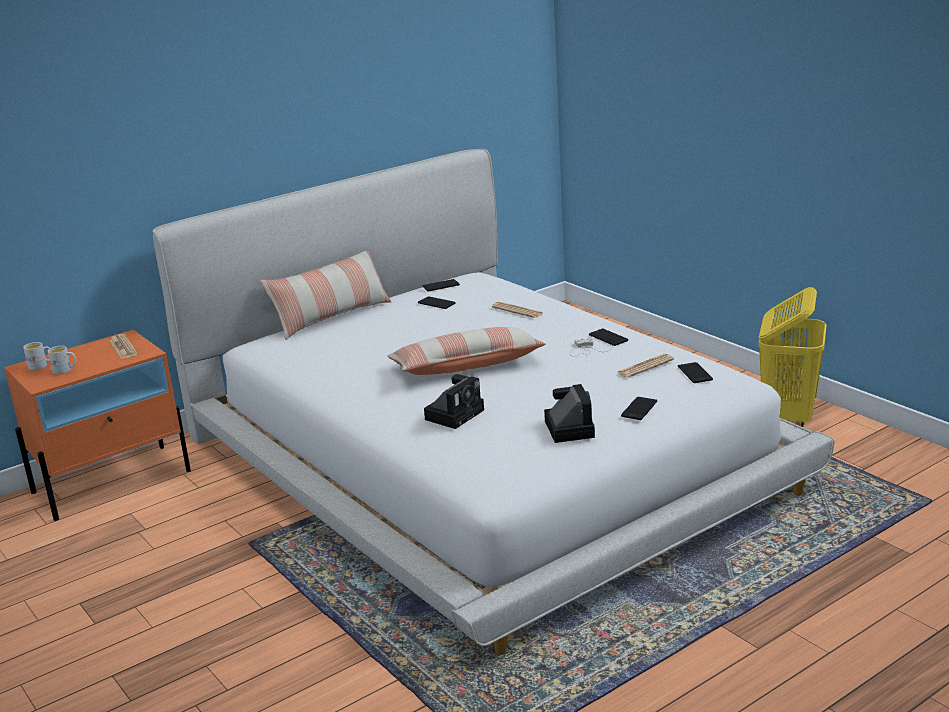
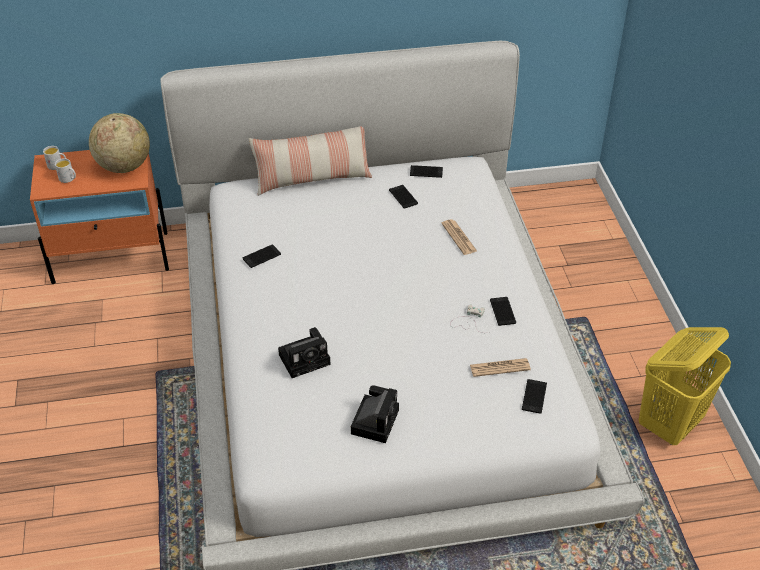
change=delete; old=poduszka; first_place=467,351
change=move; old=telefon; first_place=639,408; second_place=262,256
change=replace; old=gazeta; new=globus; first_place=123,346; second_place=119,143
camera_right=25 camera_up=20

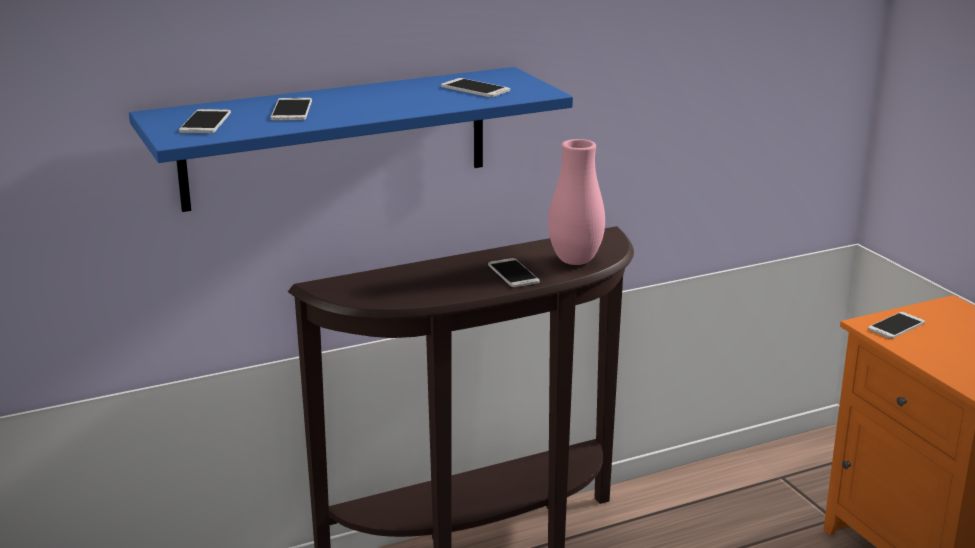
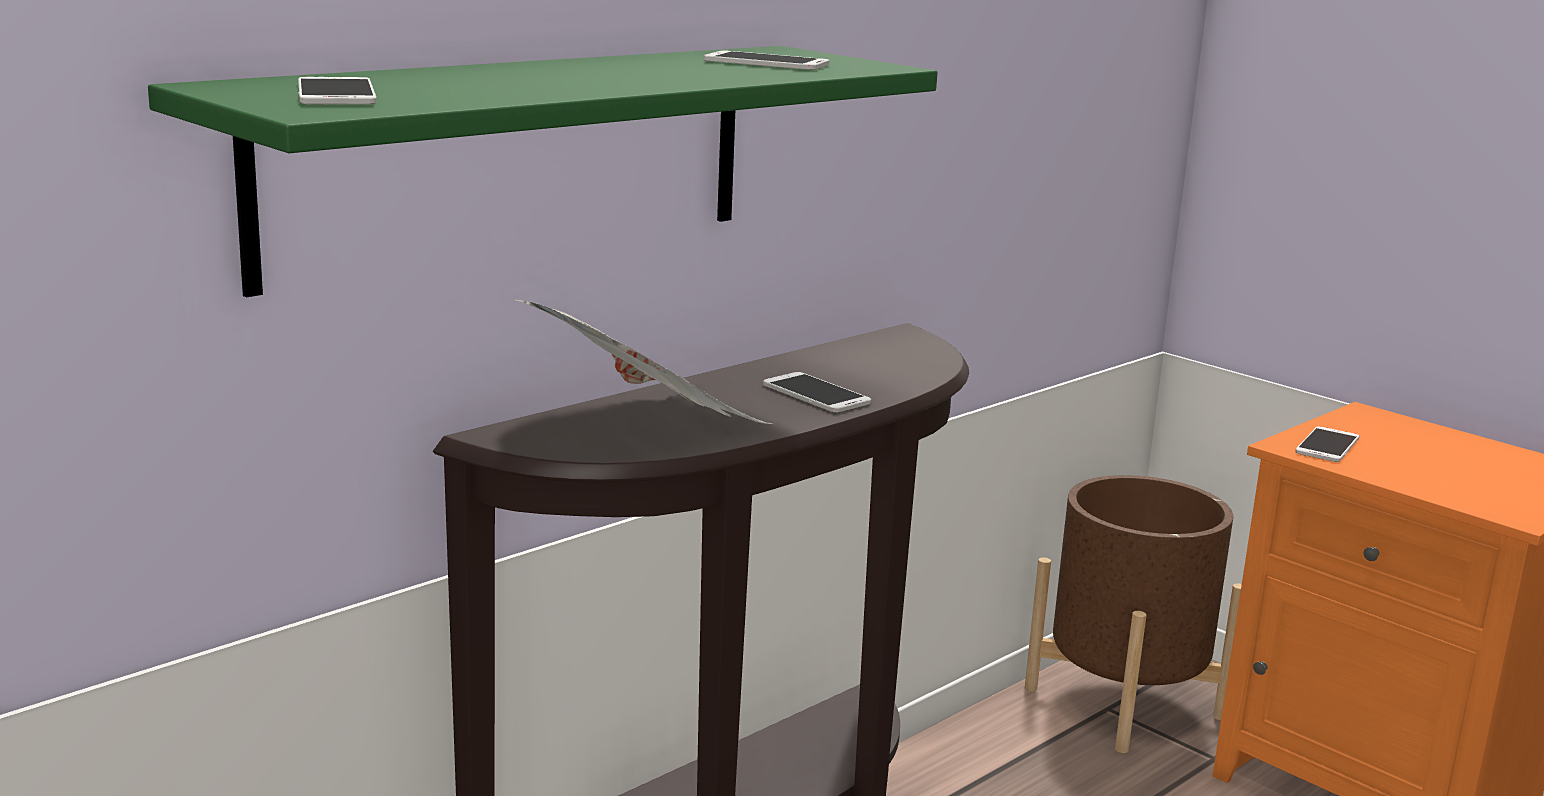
change=delete; old=telefon; first_place=291,109
change=delete; old=wazon (różowy); first_place=576,202
change=insert; new=gazeta; second_place=644,362
change=insert; new=donica (brązowy); second_place=1133,614
change=recolor; old=półka (niebieski); new=półka (zielony); first_place=351,139; second_place=543,171
camera_right=-20 camera_up=-5

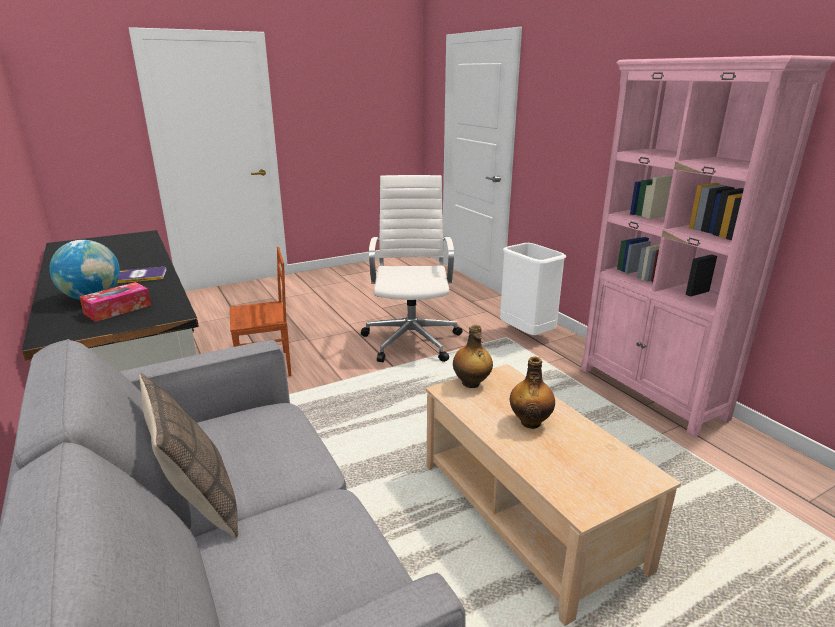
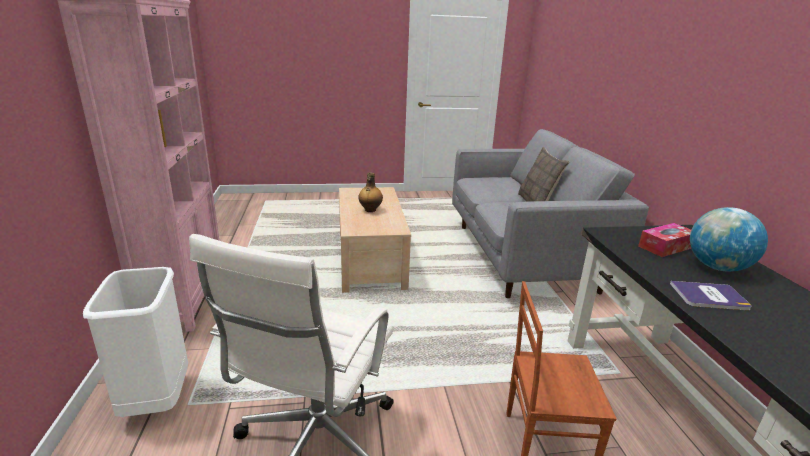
change=delete; old=butelka; first_place=473,356
camera_right=-160 camera_up=0

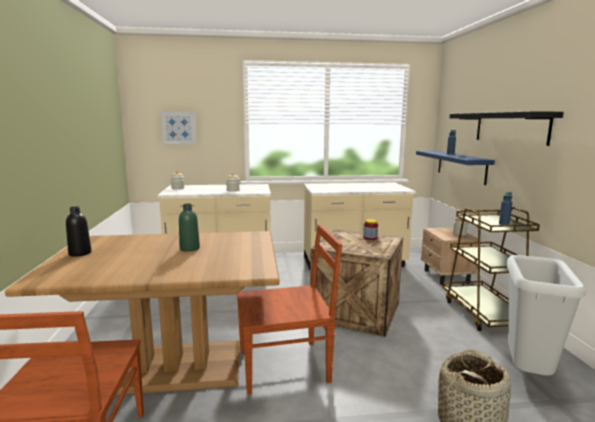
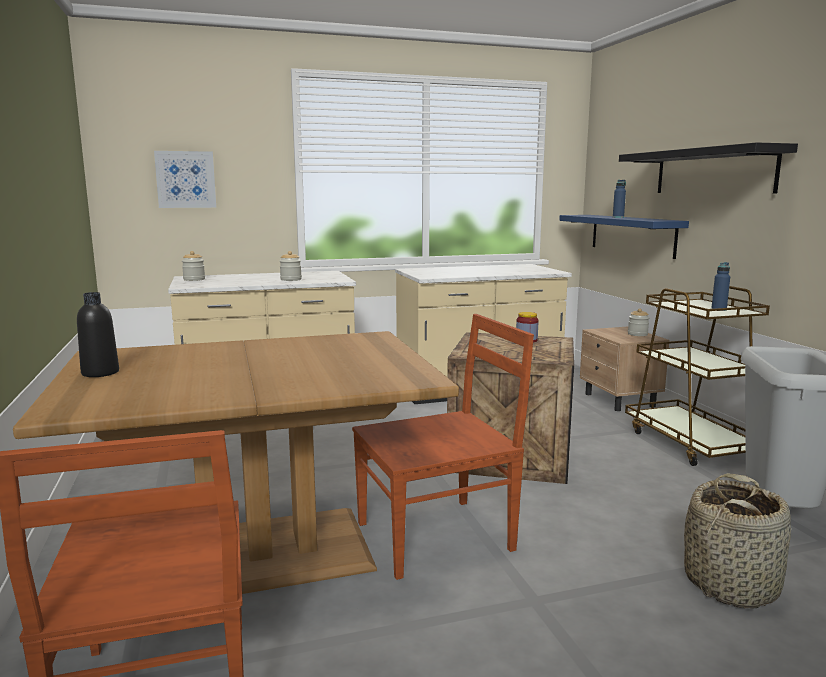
change=delete; old=butelka (zielony); first_place=189,228
camera_right=-10 camera_up=0

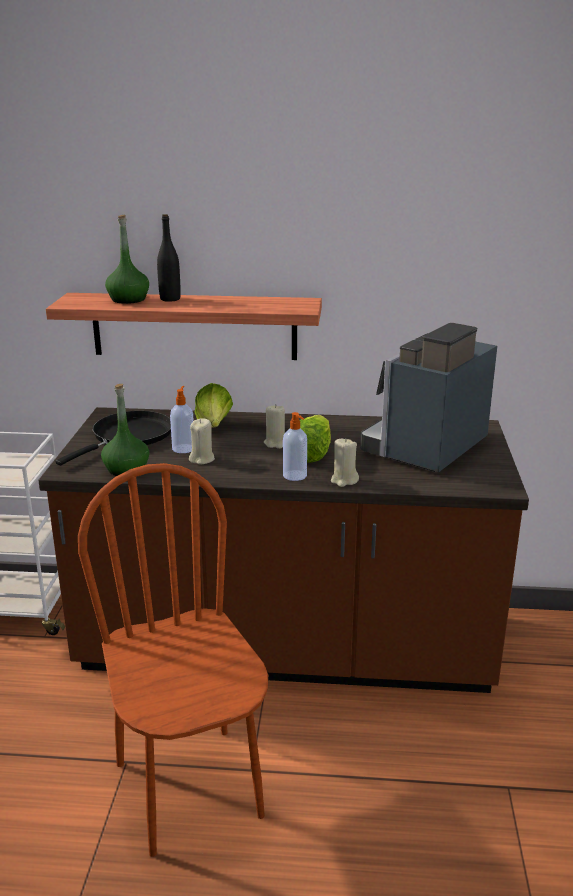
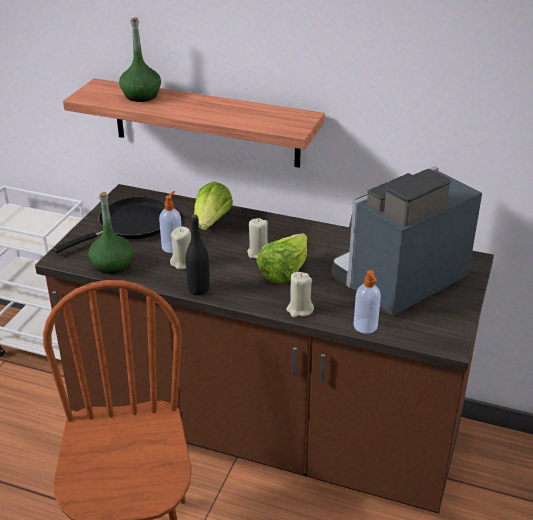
change=move; old=butelka (czarny); first_place=169,258; second_place=198,255
change=move; old=dozownik mydła; first_place=295,446; second_place=367,302
camera_right=15 camera_up=10

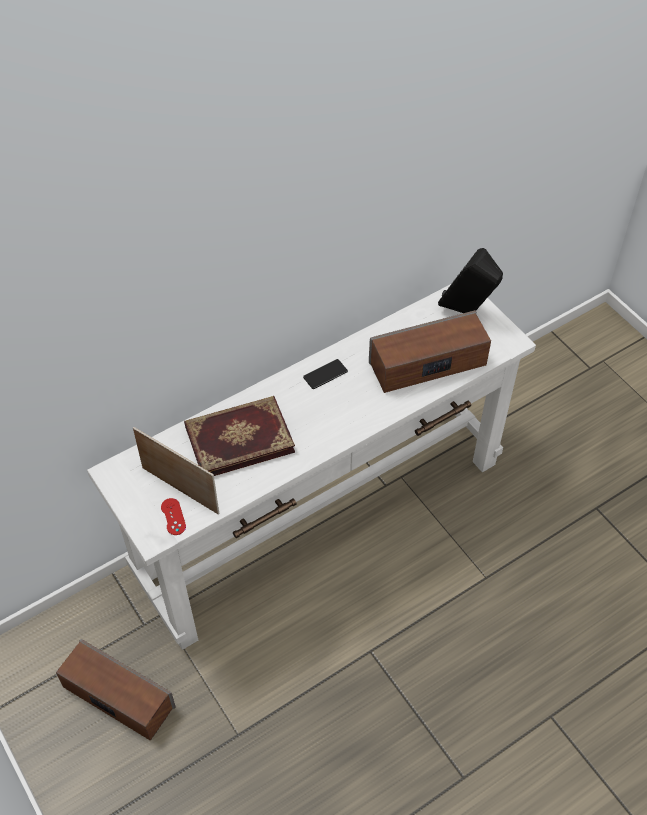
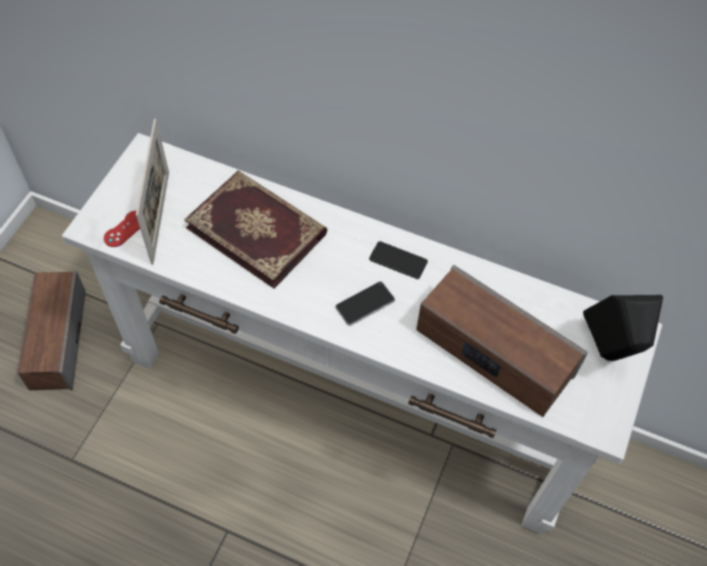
change=insert; new=telefon; second_place=365,304
camera_right=55 camera_up=5

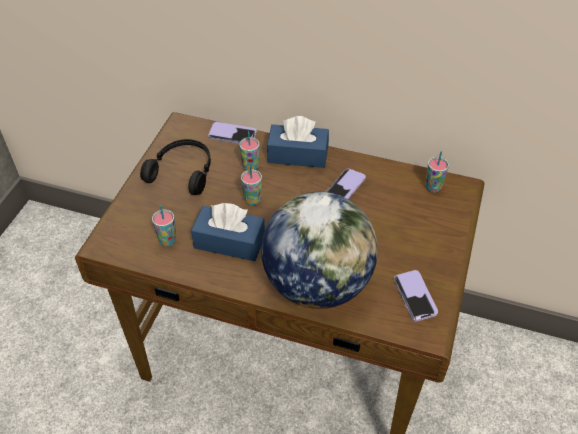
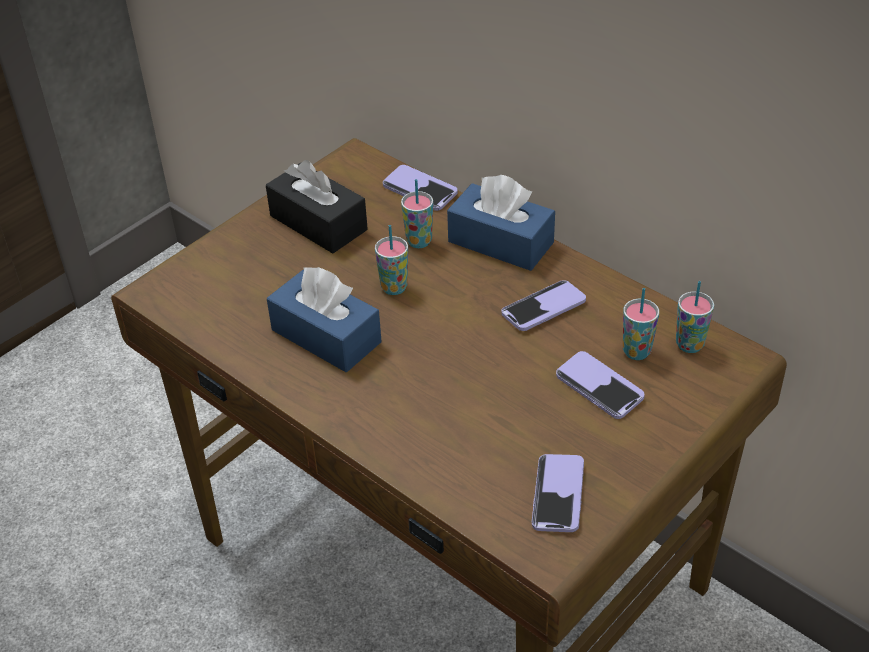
change=delete; old=globus; first_place=319,250
change=insert; new=telefon; second_place=600,385
change=move; old=filiżanka; first_place=164,225; second_place=641,324
change=replace; old=słuchawki (czarny); new=pudełko chusteczek (czarny); first_place=175,167; second_place=317,206
camera_right=25 camera_up=-5

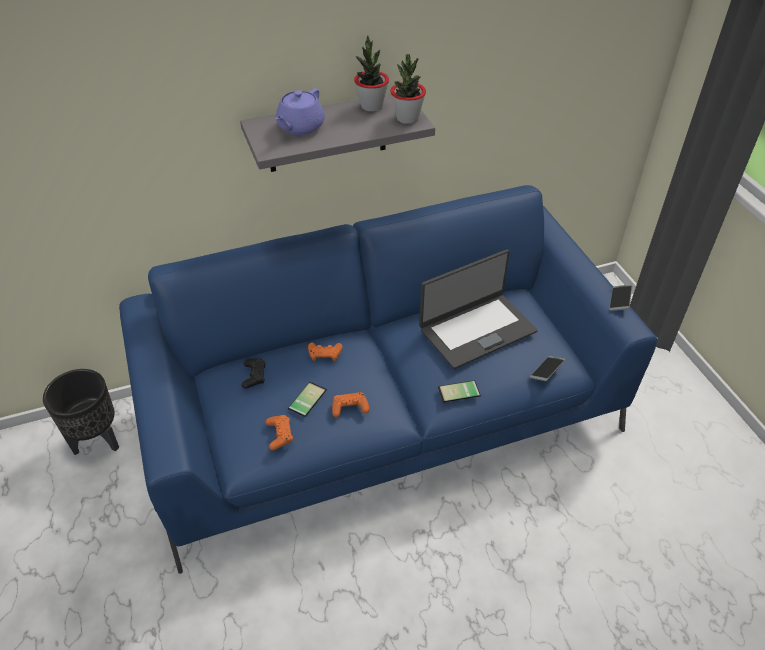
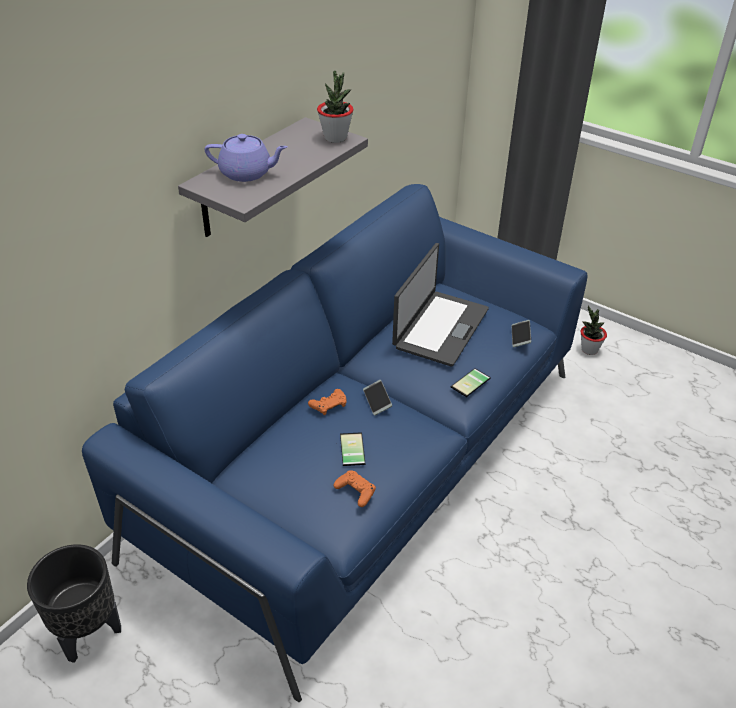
change=delete; old=pad do gier (czarny); first_place=254,373
change=delete; old=pad do gier (pomarańczowy); first_place=350,404
change=move; old=roślina doniczkowa; first_place=371,73; second_place=594,330
change=move; old=telefon; first_place=620,297; second_place=377,398
change=rotate; old=imbryk (fioletowy); first_place=300,111; second_place=246,158; degrees=-75
camera_right=-35 camera_up=-5

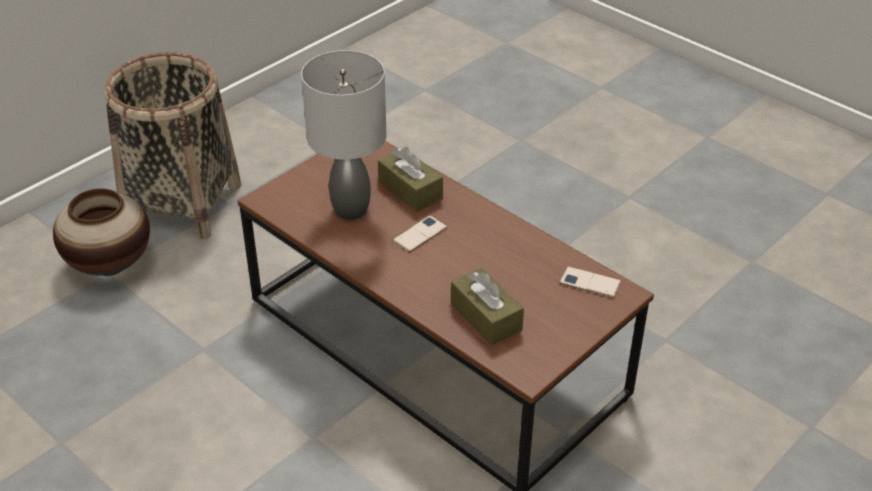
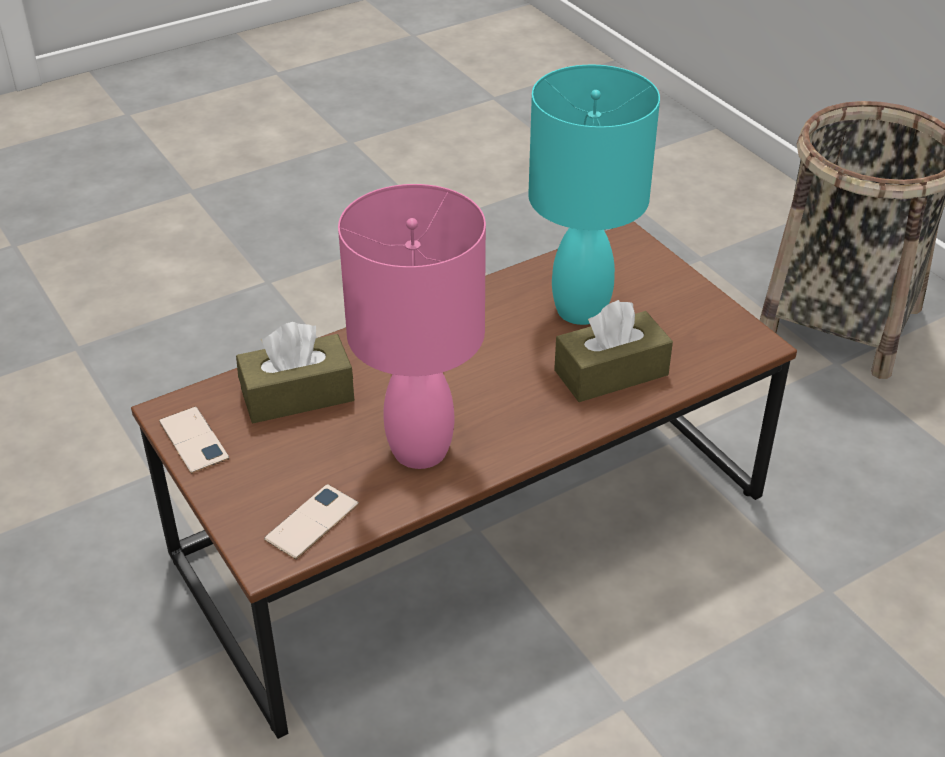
change=delete; old=wazon; first_place=101,232
change=insert; new=lampa stołowa (różowy); second_place=412,326
change=move; old=telefon; first_place=419,234; second_place=194,440
change=recolor; old=lampa stołowa (szary); new=lampa stołowa (turkusowy); first_place=344,135; second_place=594,195
camera_right=105 camera_up=0

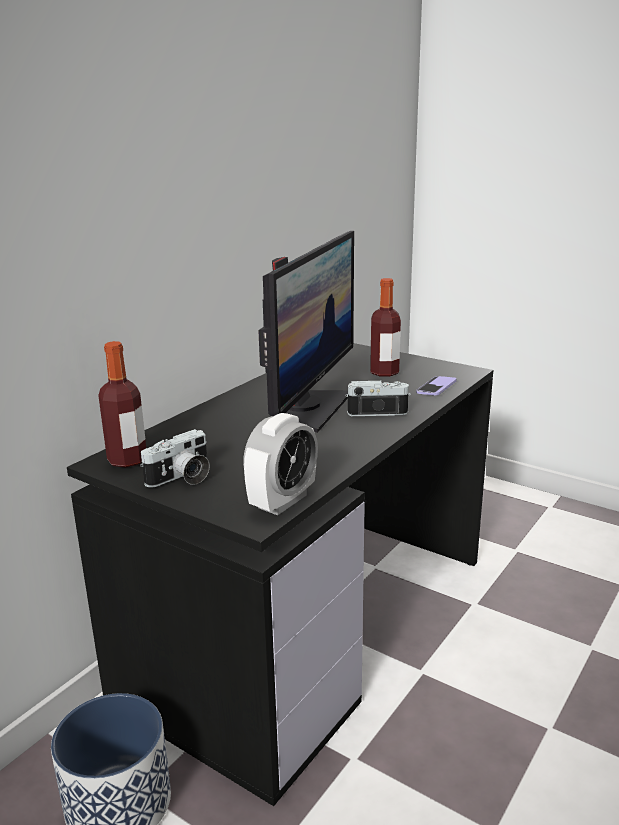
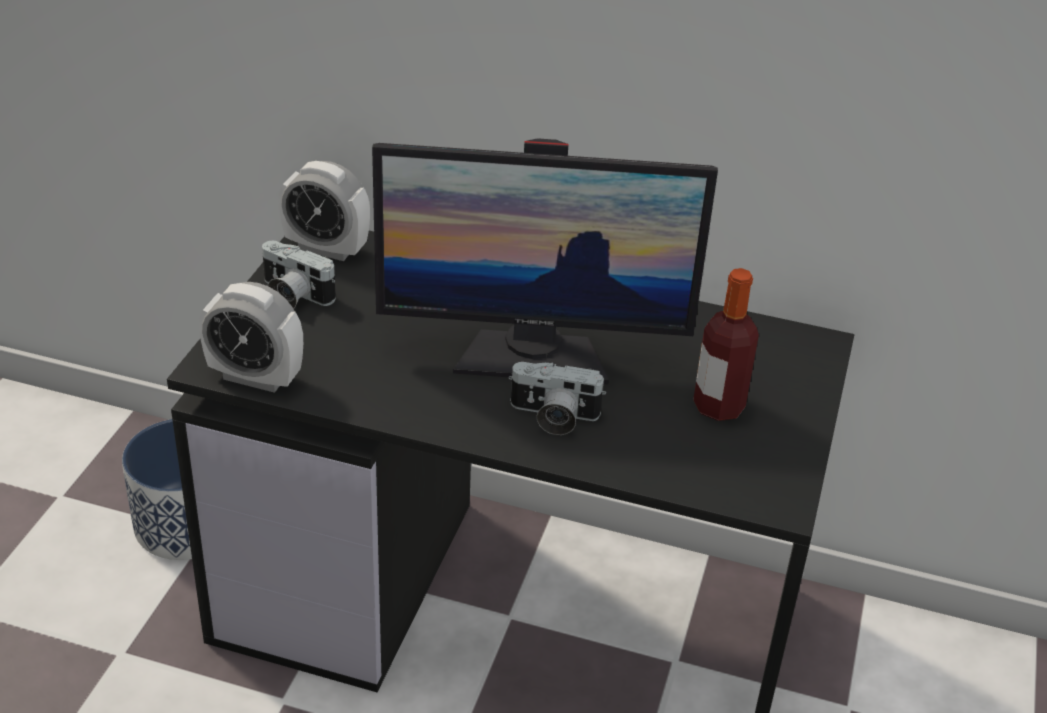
change=delete; old=telefon; first_place=436,386
change=replace; old=butelka; new=budzik; first_place=122,404; second_place=324,211
change=rotate; old=aparat fotograficzny; first_place=378,398; second_place=557,398; degrees=120
camera_right=70 camera_up=15

